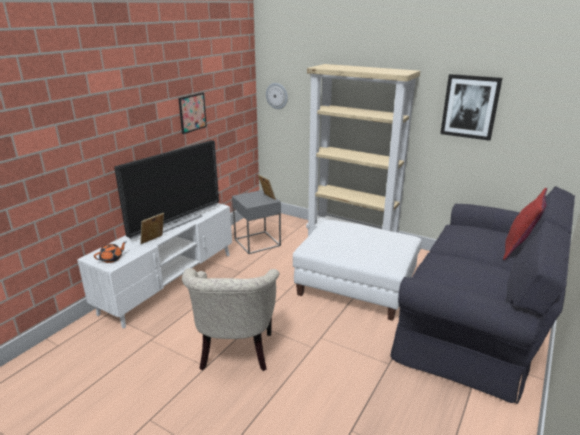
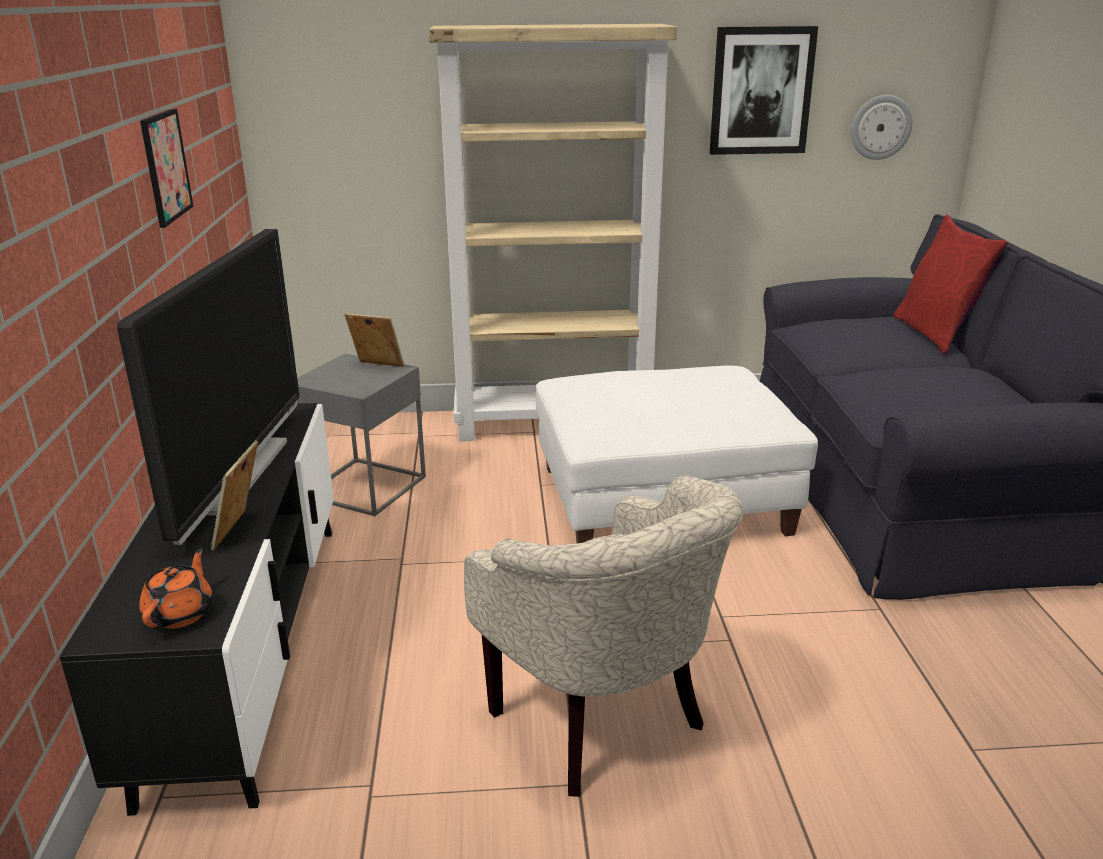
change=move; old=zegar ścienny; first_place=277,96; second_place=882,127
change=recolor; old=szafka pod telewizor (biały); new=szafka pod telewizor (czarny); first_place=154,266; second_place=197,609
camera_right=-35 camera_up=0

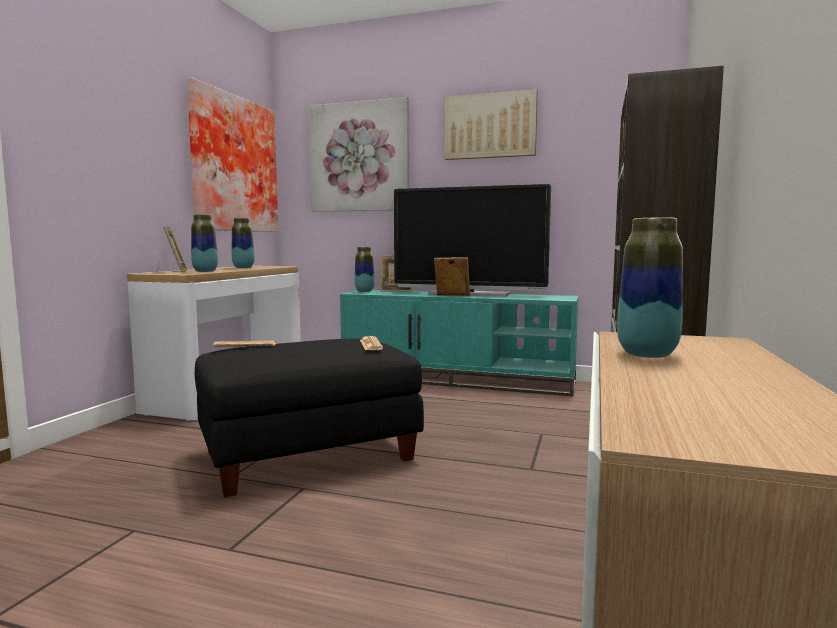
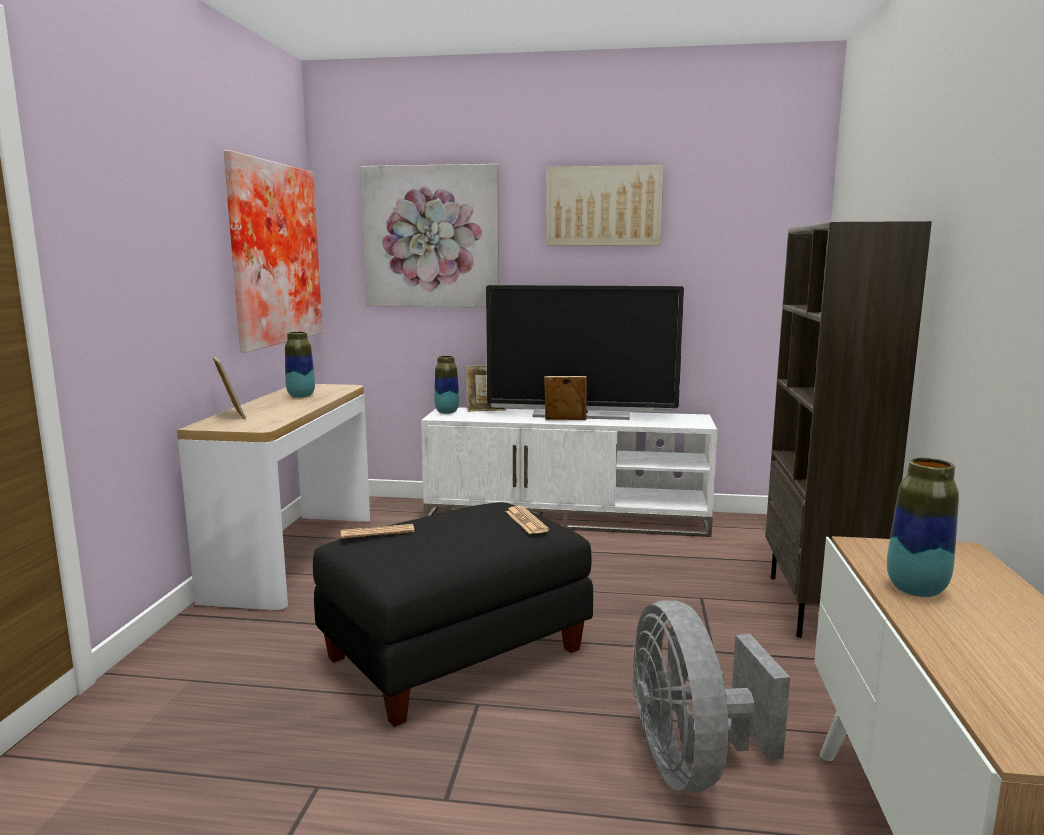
change=delete; old=wazon; first_place=204,243
change=insert; new=wentylator (szary); second_place=711,696
change=recolor; old=szafka pod telewizor (turkusowy); new=szafka pod telewizor (biały); first_place=459,343; second_place=569,472
camera_right=-10 camera_up=5

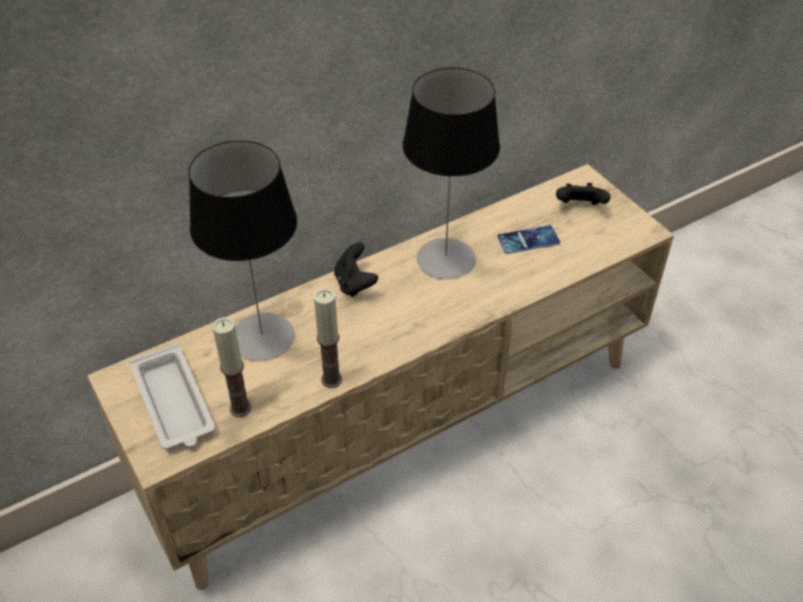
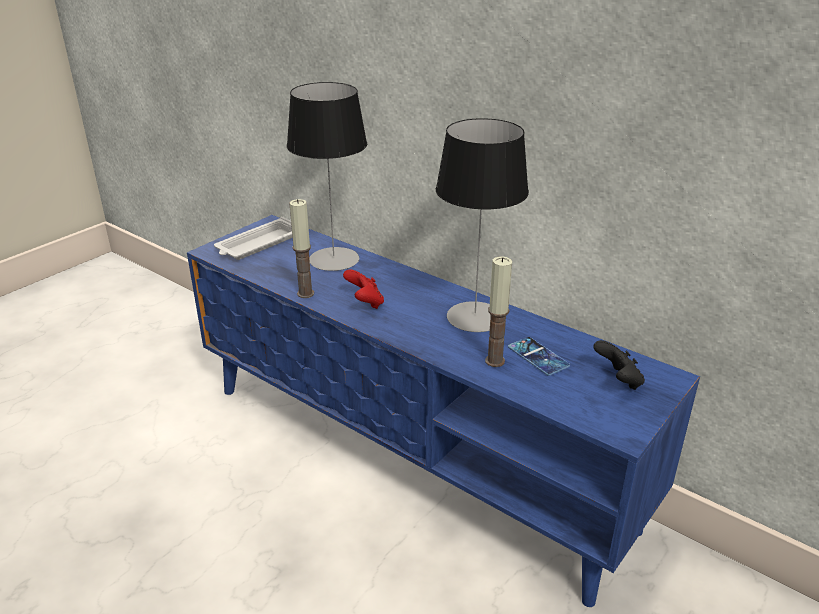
change=delete; old=pad do gier (czarny); first_place=356,269
change=insert; new=pad do gier (czerwony); second_place=363,289
change=move; old=świeca; first_place=232,367; second_place=498,311
change=recolor; old=szafka pod telewizor (beżowy); new=szafka pod telewizor (niebieski); first_place=380,377; second_place=443,411
camera_right=70 camera_up=-15

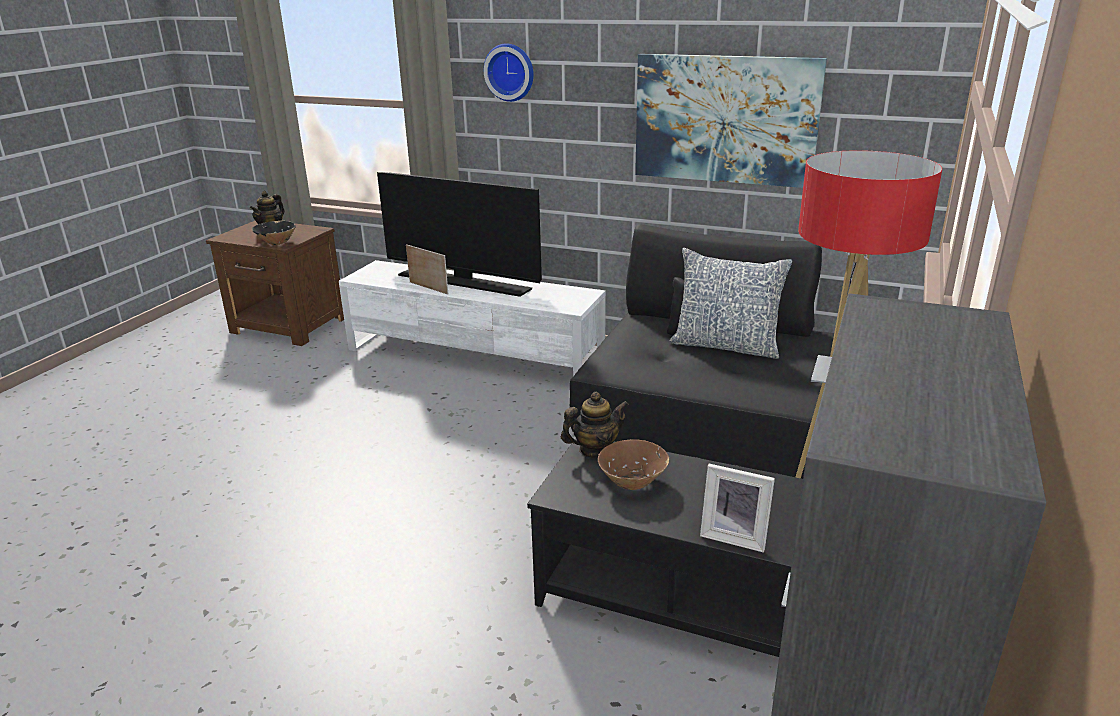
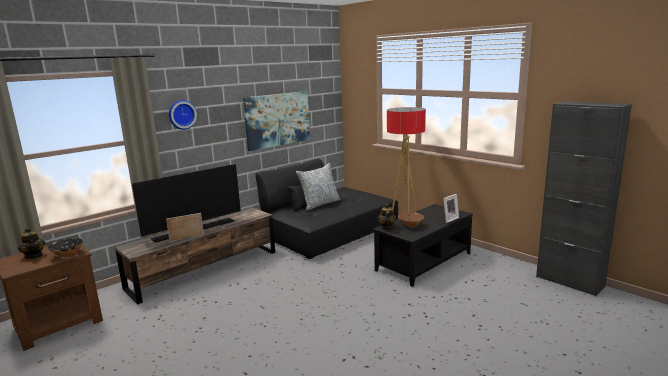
change=recolor; old=szafka pod telewizor (biały); new=szafka pod telewizor (brązowy); first_place=472,318; second_place=195,256
camera_right=-65 camera_up=-10

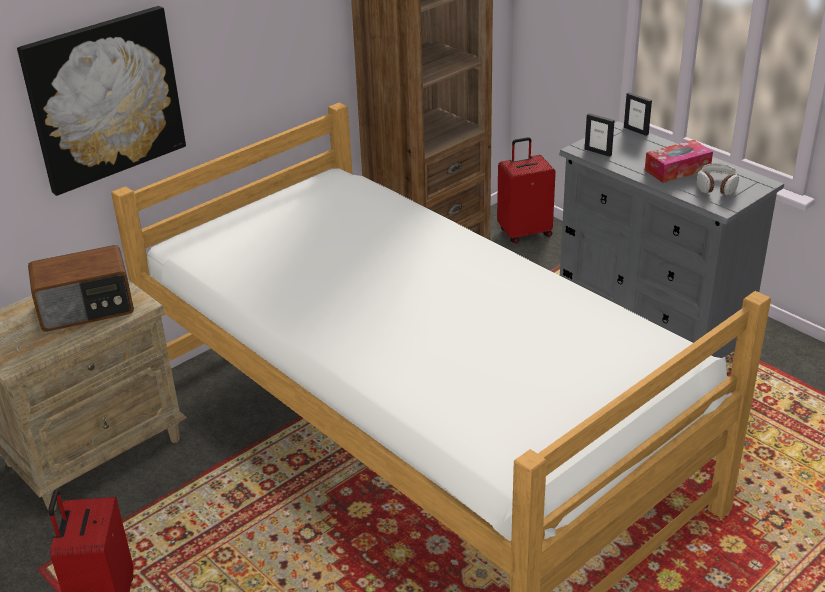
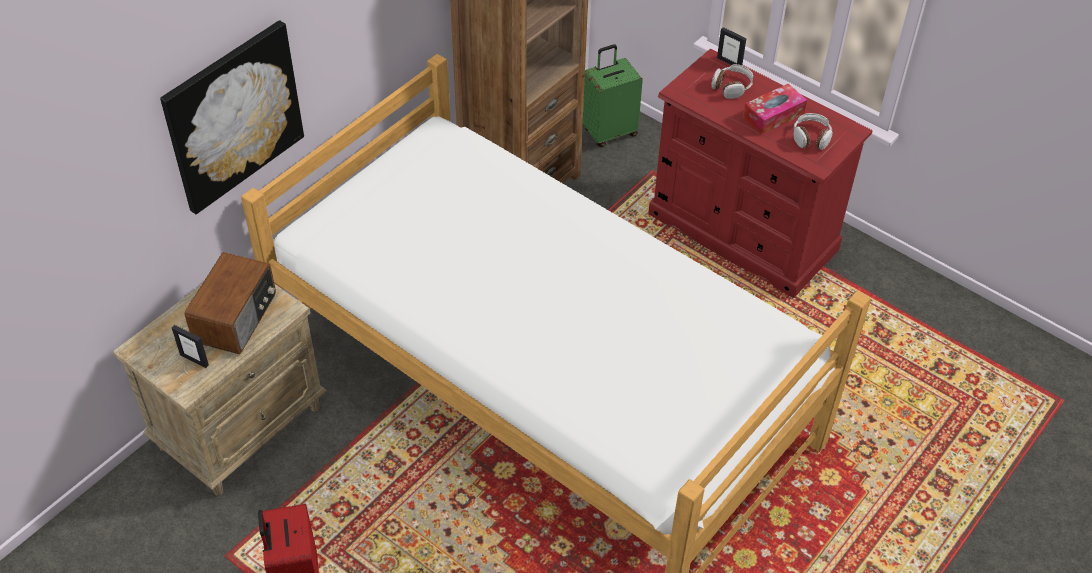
change=insert; new=słuchawki; second_place=732,81
change=move; old=ramka na zdjęcie; first_place=600,135; second_place=190,346
change=recolor; old=walizka (czerwony); new=walizka (zielony); first_place=526,190; second_place=613,96
change=recolor; old=komoda (szary); new=komoda (czerwony); first_place=671,239; second_place=760,173
change=rotate; old=radio; first_place=81,288; second_place=230,303; degrees=-45
camera_right=-10 camera_up=15

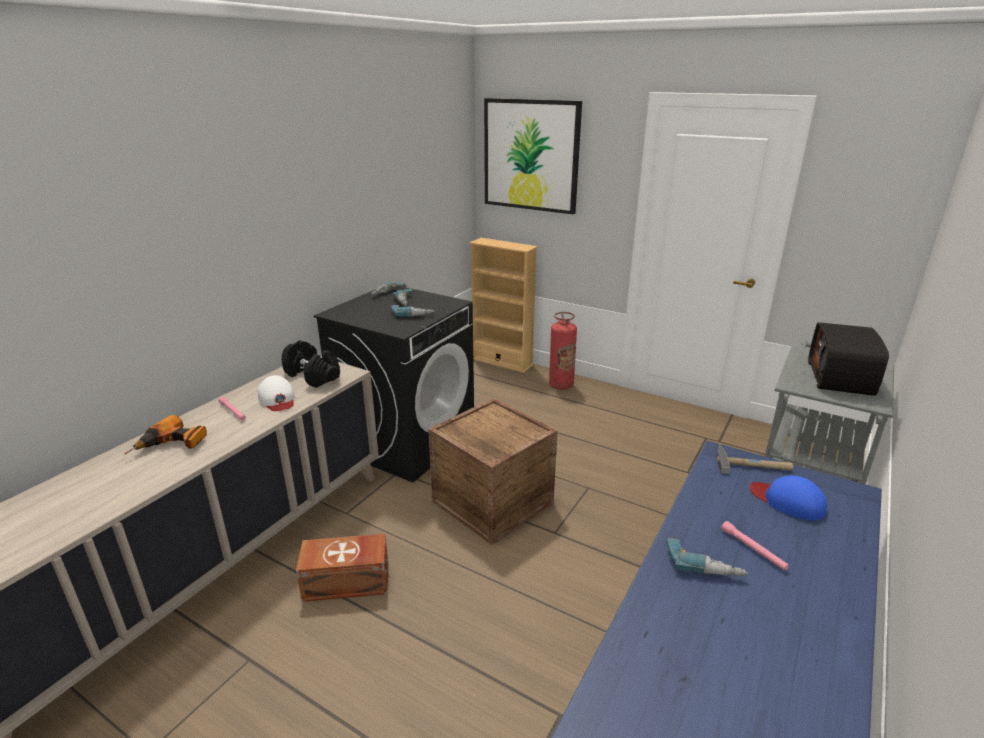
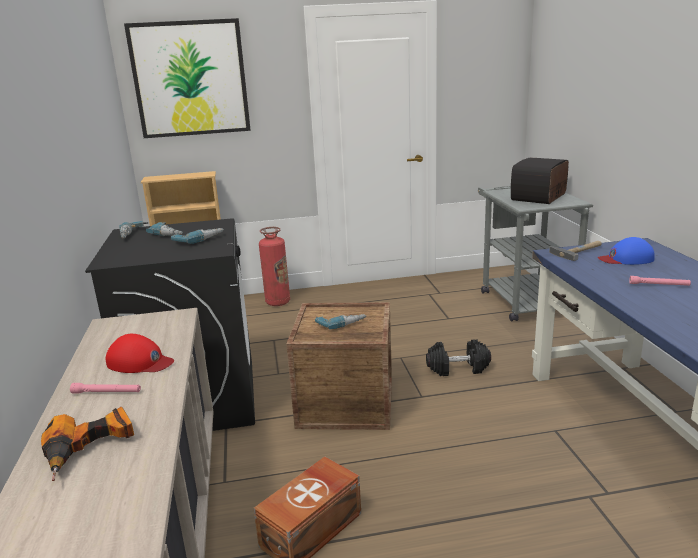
change=move; old=hantel (czarny); first_place=311,364; second_place=458,357
change=move; old=wiertarka; first_place=707,555; second_place=341,321
change=recolor; old=czapka z daszkiem (biały); new=czapka z daszkiem (czerwony); first_place=276,393; second_place=140,353
change=rotate; old=radio; first_place=848,359; second_place=540,181; degrees=60
camera_right=-40 camera_up=-5

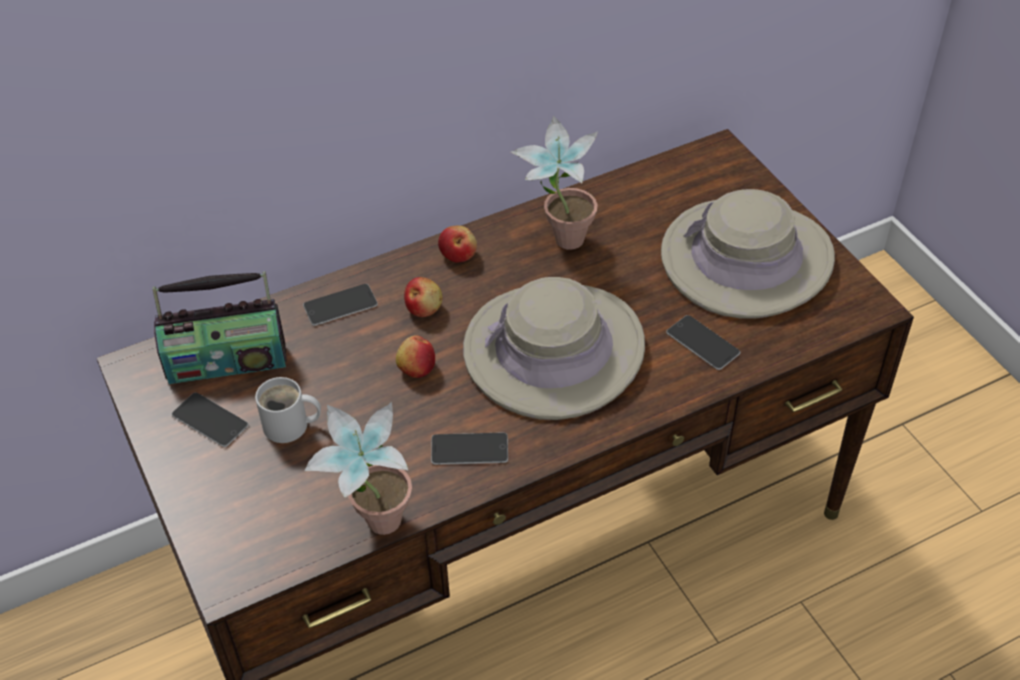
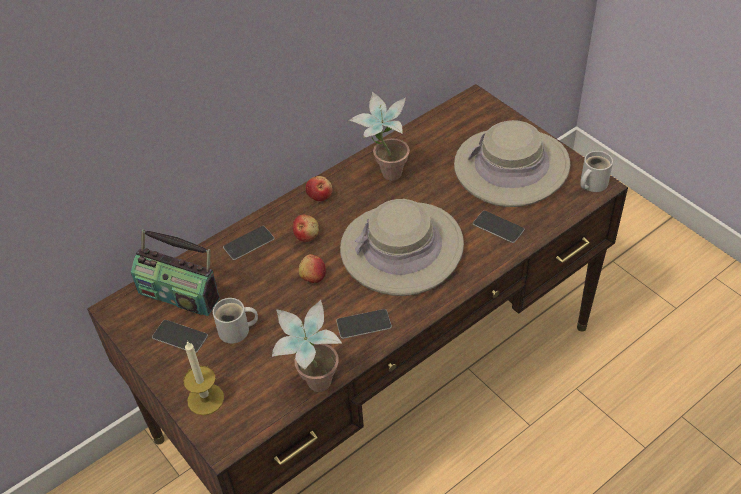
change=insert; new=świeca; second_place=203,378
change=insert; new=kubek (biały); second_place=596,171
change=rotate; old=radio; first_place=219,327; second_place=175,272; degrees=45
camera_right=-10 camera_up=0

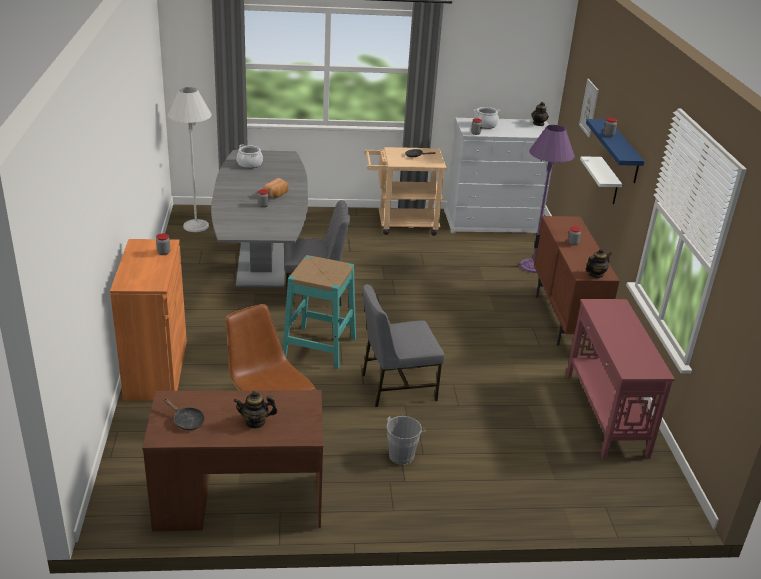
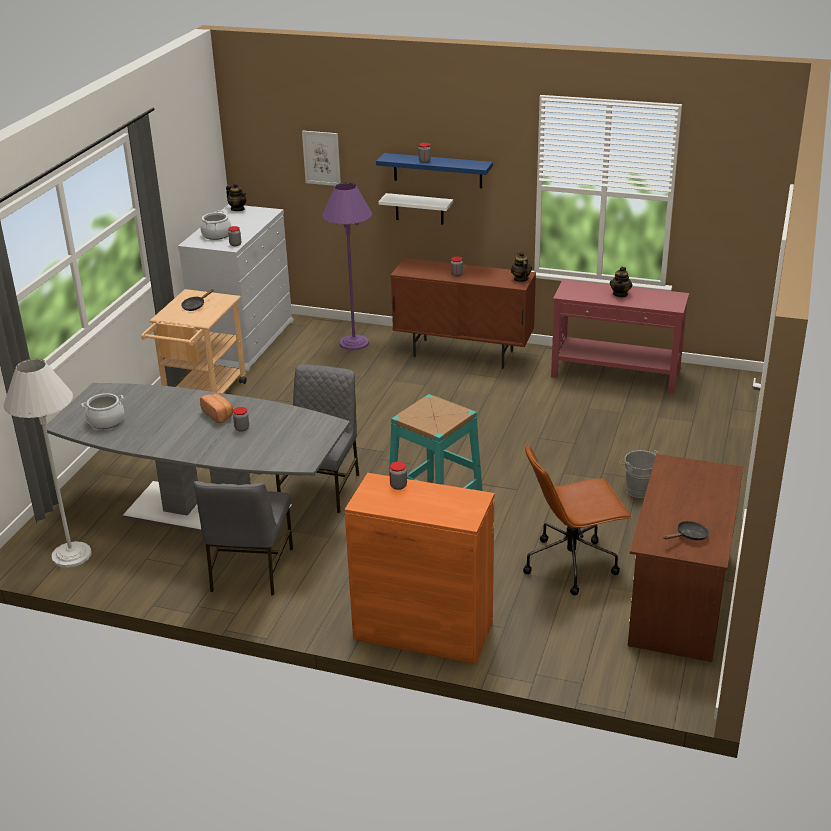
change=move; old=imbryk; first_place=256,410; second_place=621,282
change=move; old=krzesło (szary); first_place=403,345; second_place=243,538
camera_right=-65 camera_up=0

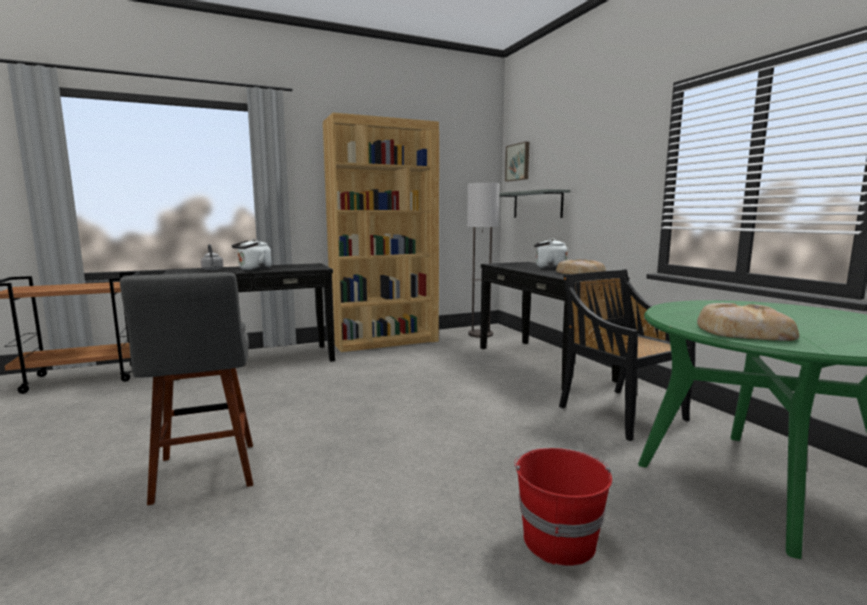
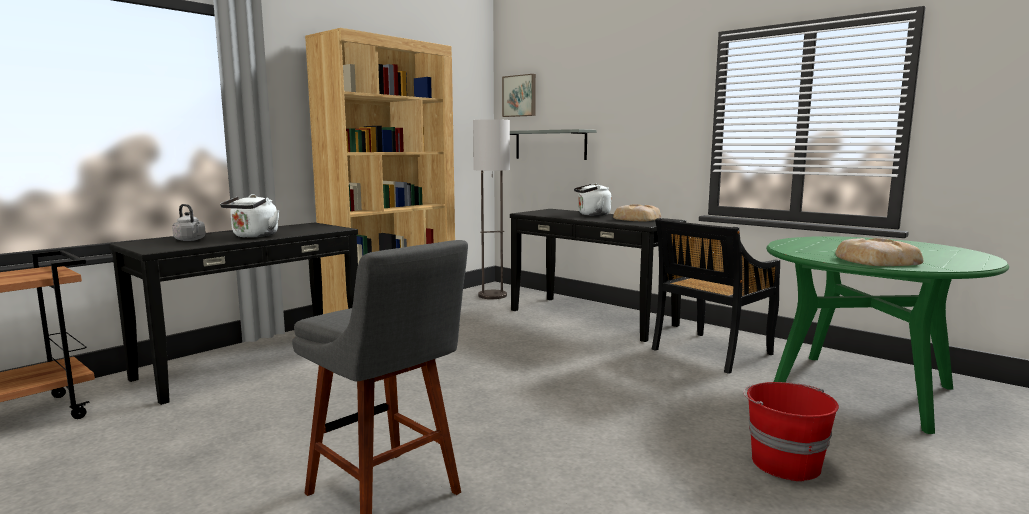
change=rotate; old=krzesło (czarny); first_place=627,355; second_place=716,296; degrees=-75
camera_right=-25 camera_up=0

